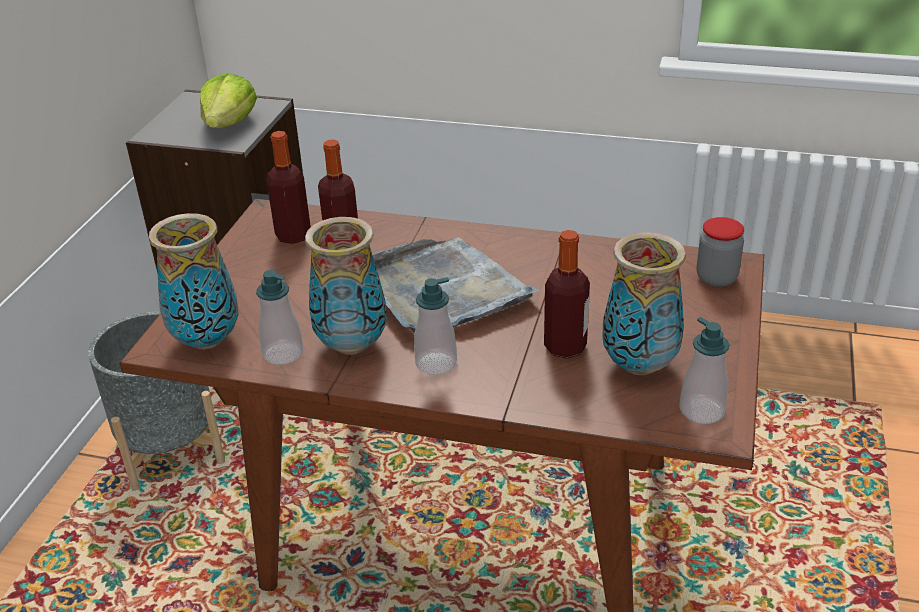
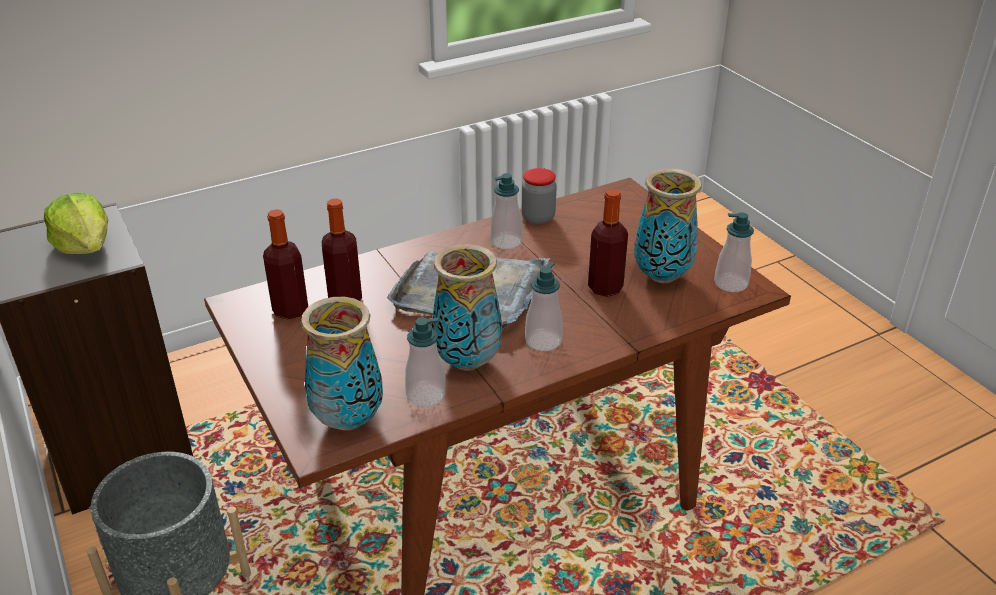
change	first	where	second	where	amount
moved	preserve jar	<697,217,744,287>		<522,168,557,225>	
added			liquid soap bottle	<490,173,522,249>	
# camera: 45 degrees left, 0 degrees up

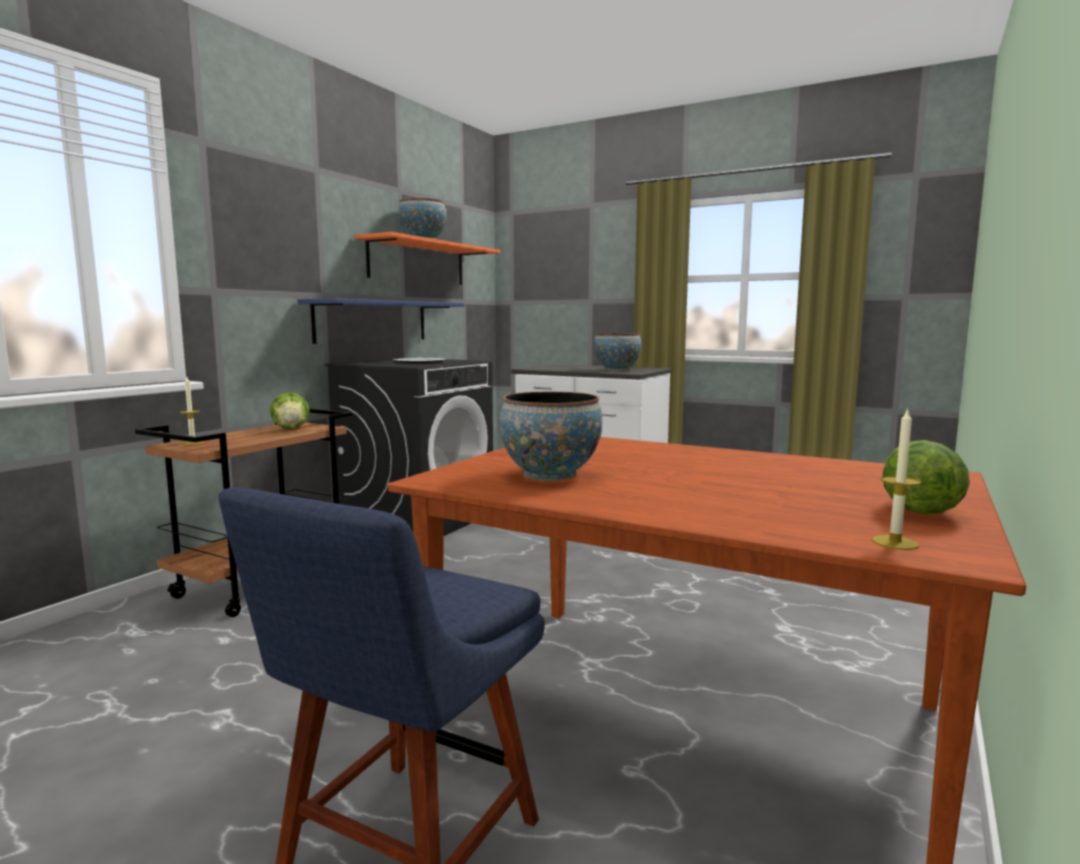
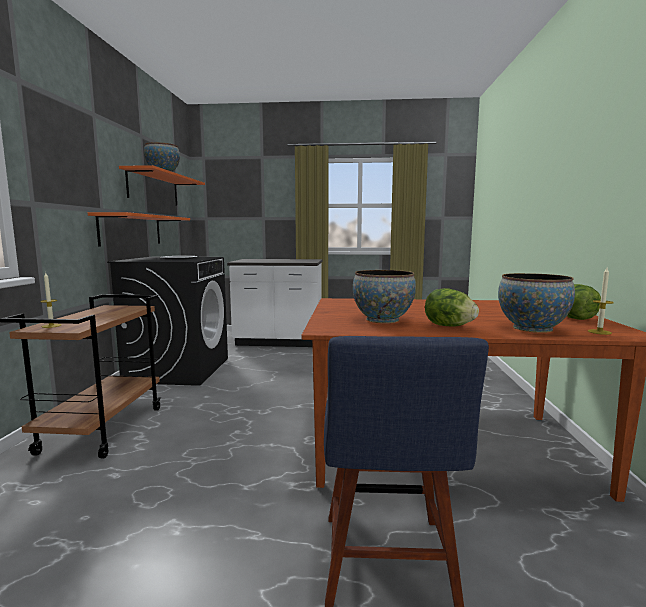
change	first	where	second	where	amount
moved	lettuce	<270,392,310,429>		<425,288,479,327>	
recoloured	blue shelf	<297,298,464,344>	orange-coloured shelf	<88,212,190,246>	
moved	bowl	<594,333,641,371>		<498,273,575,333>	
# camera: 25 degrees left, 0 degrees up

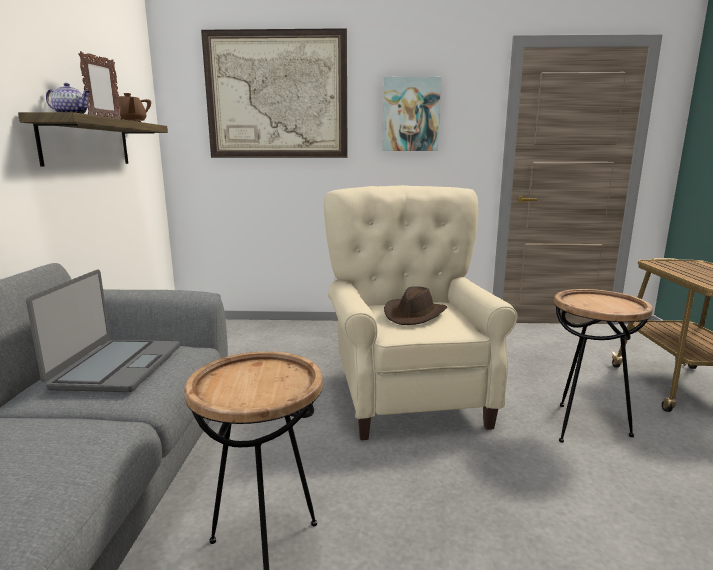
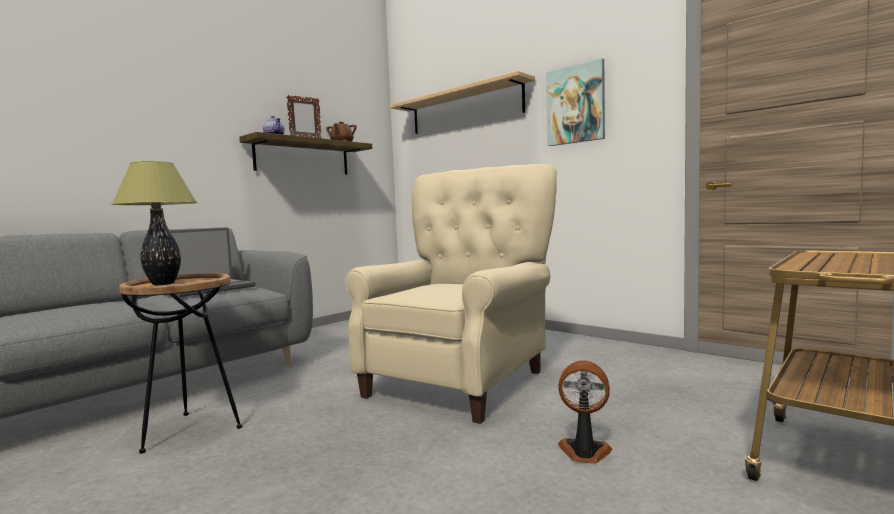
change	first	where	second	where	amount
replaced	picture	<201,28,348,158>	shelf	<390,71,535,134>	
removed	brown hat	<384,286,447,325>			
replaced	brown side table	<554,289,653,443>	cooling fan	<558,360,612,464>	
added			lamp for a table	<111,161,197,285>	
# camera: 40 degrees right, 10 degrees down

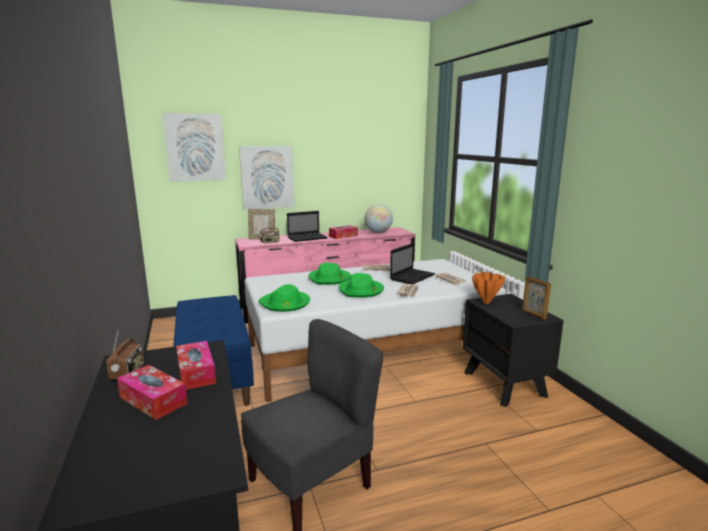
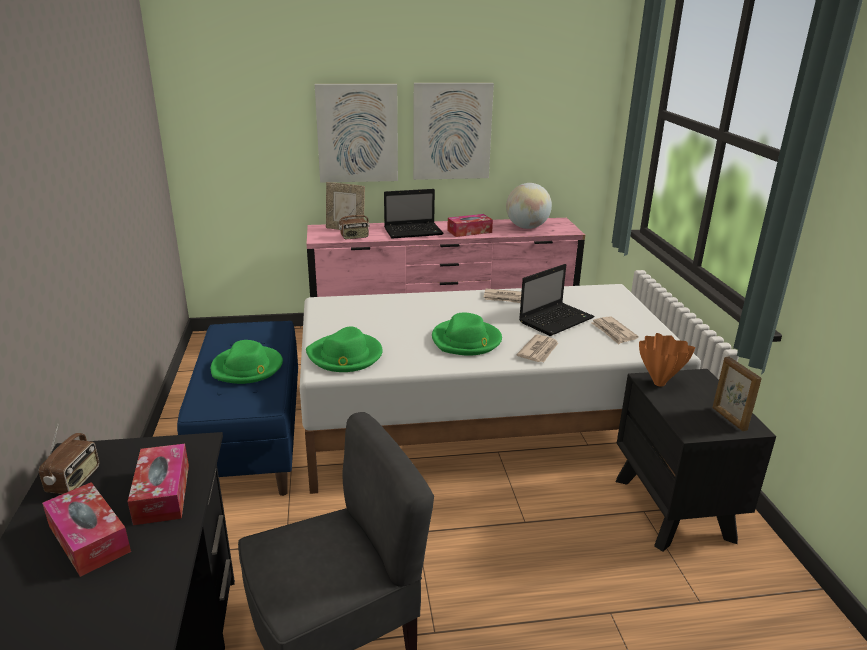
change	first	where	second	where	amount
moved	picture	<162,113,226,182>		<413,83,494,180>	
moved	greenish hat	<309,263,351,285>		<211,340,283,384>	
# camera: 10 degrees right, 10 degrees up

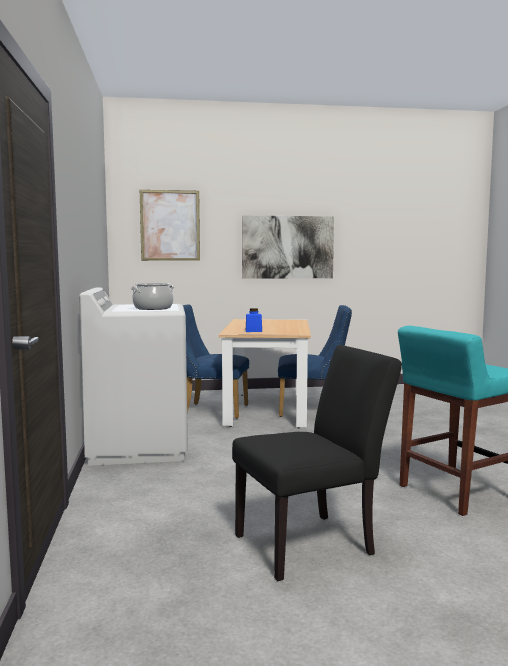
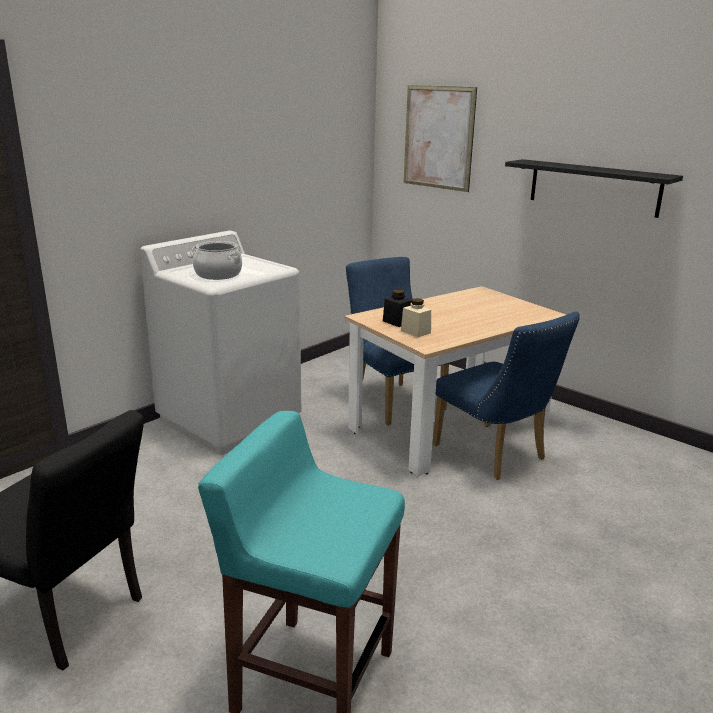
change	first	where	second	where	amount
replaced	picture	<242,215,334,279>	black-coloured shelf	<505,159,683,218>	
recoloured	blue preserve jar	<246,308,262,332>	black-coloured preserve jar	<383,290,412,327>	
added			beige-coloured preserve jar	<401,298,431,337>	
# camera: 50 degrees right, 15 degrees up

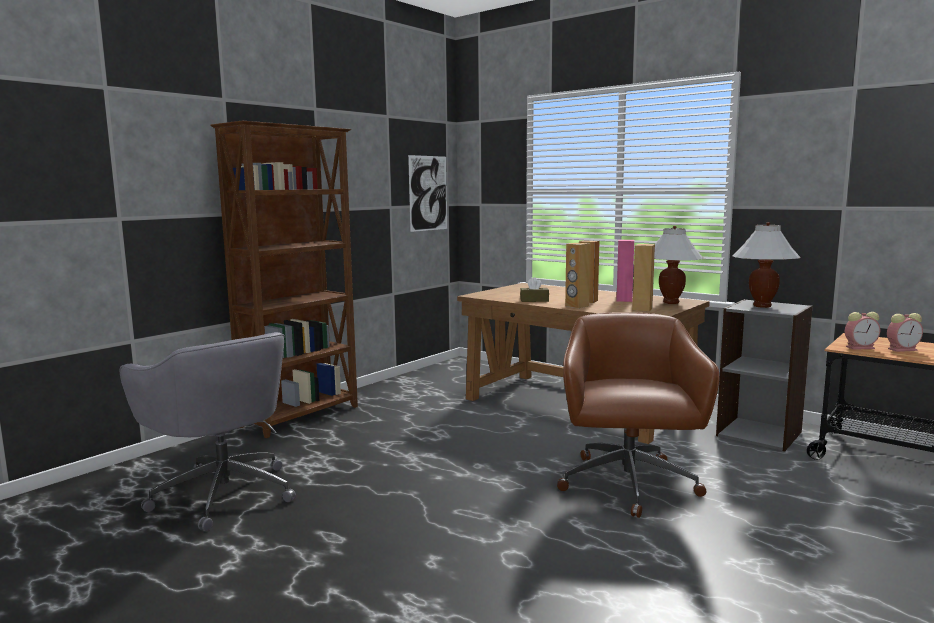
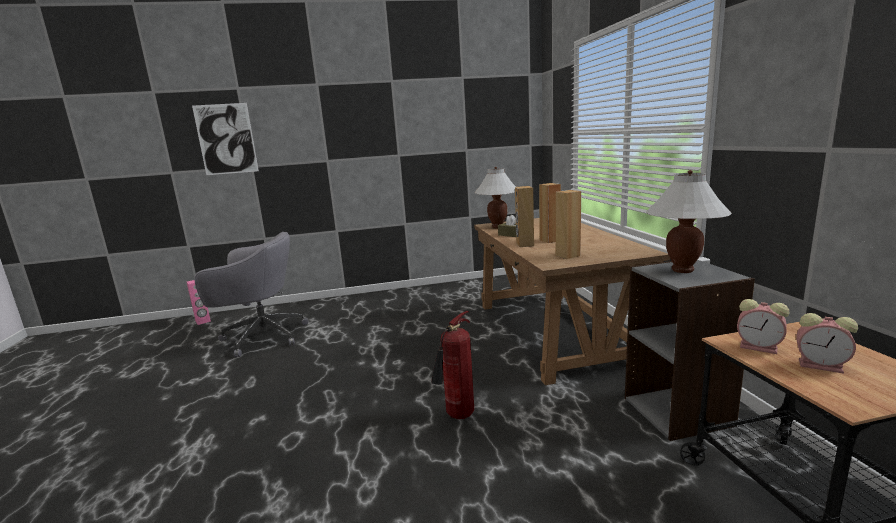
change	first	where	second	where	amount
turned	gray computer chair	<120,332,296,531>		<194,232,308,357>	90 degrees counterclockwise
removed	brown shelving unit	<210,121,358,438>			
moved	picture	<408,155,447,232>		<192,103,259,175>	
replaced	brown computer chair	<557,312,719,518>	fire extinguisher	<431,311,474,419>	
moved	pinkish audio speaker	<616,240,634,302>		<187,280,211,325>	
moved	white-coloured lamp for a table	<654,226,704,304>		<474,167,516,228>	
# camera: 40 degrees right, 5 degrees up

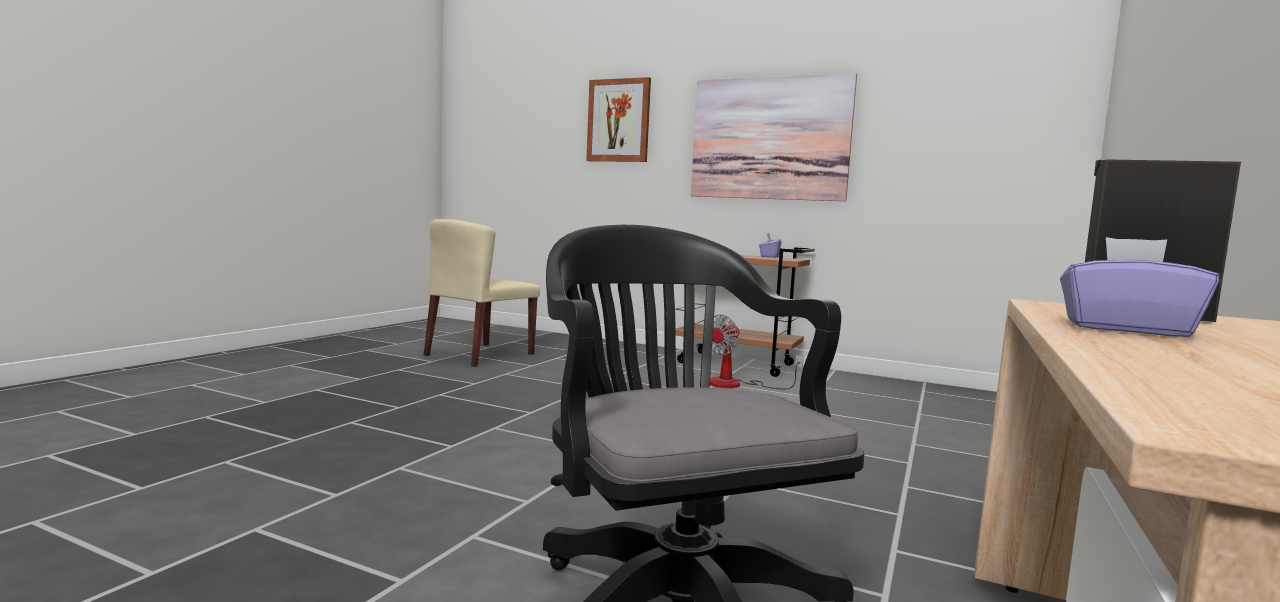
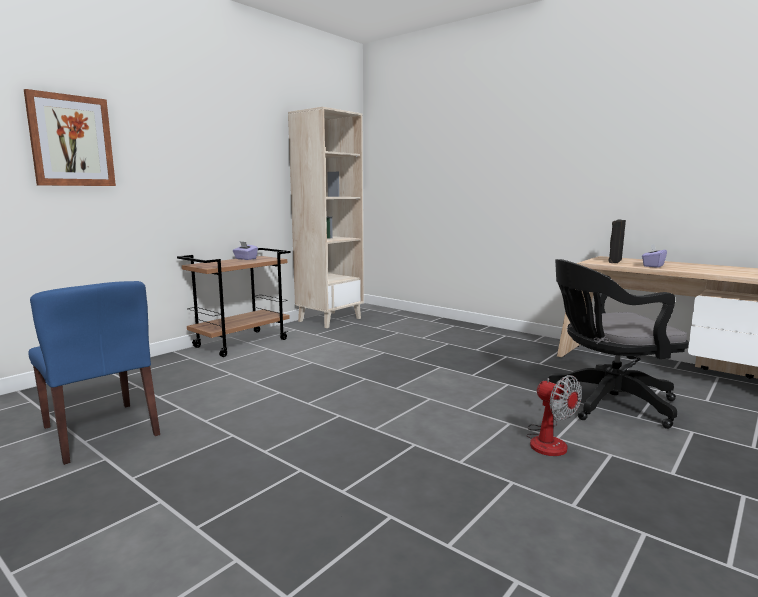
change	first	where	second	where	amount
recoloured	beige-coloured chair	<424,219,540,367>	blue chair	<28,281,160,465>	
removed	picture	<691,73,857,201>			
moved	cooling fan	<703,314,804,390>		<526,375,582,456>	
added			beige-coloured shelving unit	<288,107,364,328>	
# camera: 75 degrees left, 5 degrees up

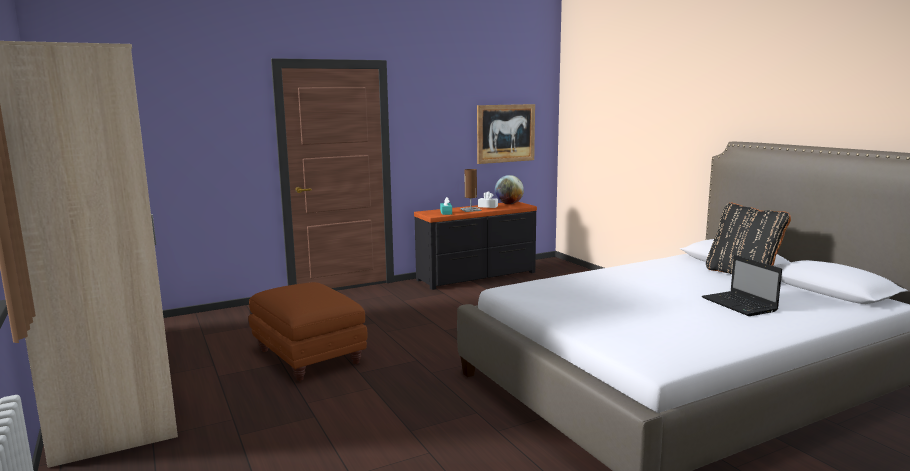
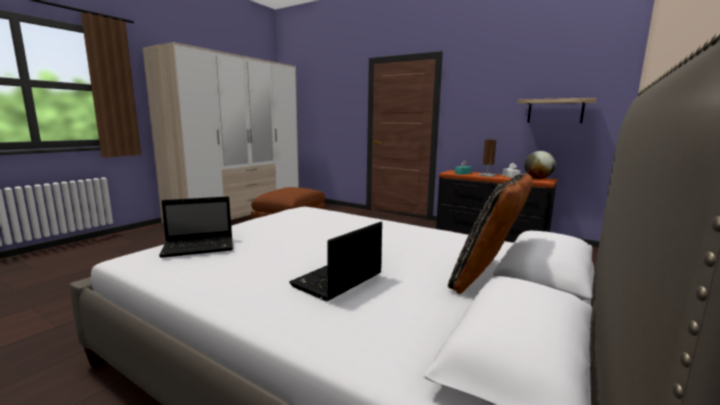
change	first	where	second	where	amount
replaced	picture	<477,104,535,164>	shelf	<518,98,596,123>	
added			portable computer	<159,196,233,258>	
# camera: 60 degrees right, 0 degrees up

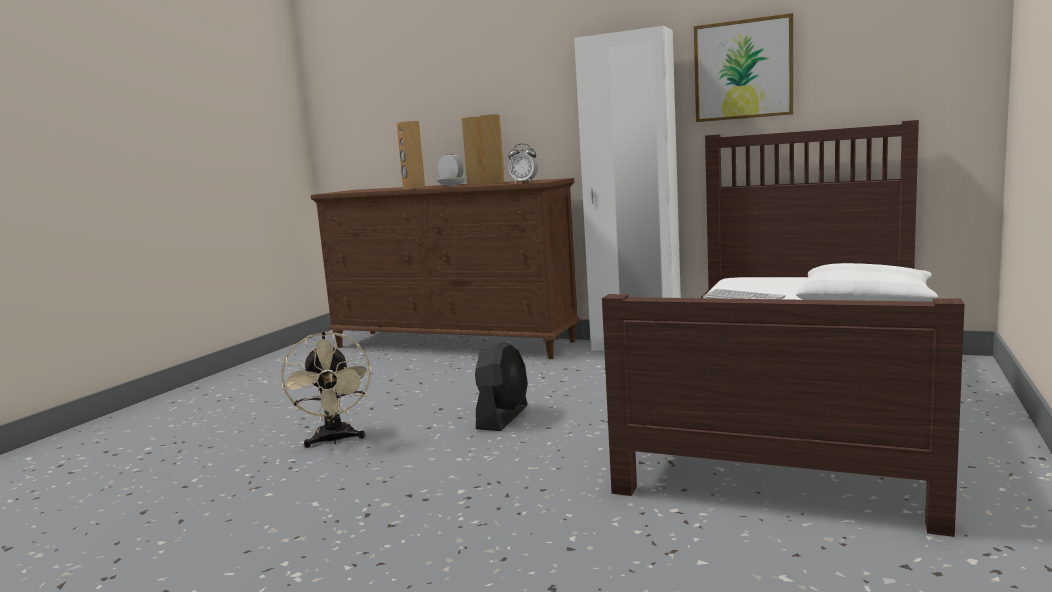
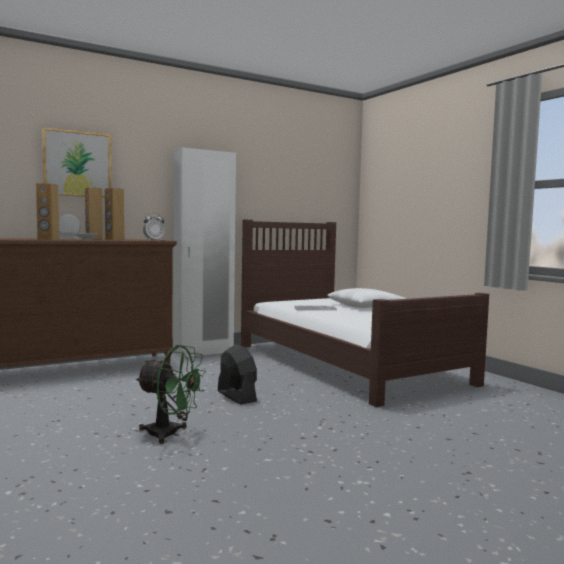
change	first	where	second	where	amount
recoloured	beige-coloured cooling fan	<282,331,371,448>	greenish cooling fan	<136,345,206,444>	
moved	picture	<694,13,794,122>		<42,127,111,198>	
# camera: 55 degrees left, 5 degrees down

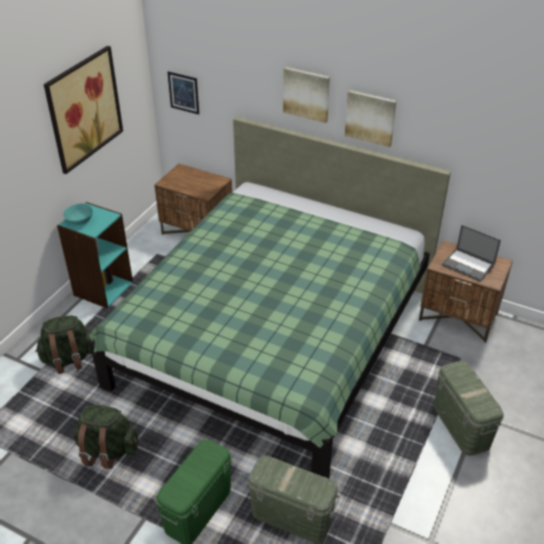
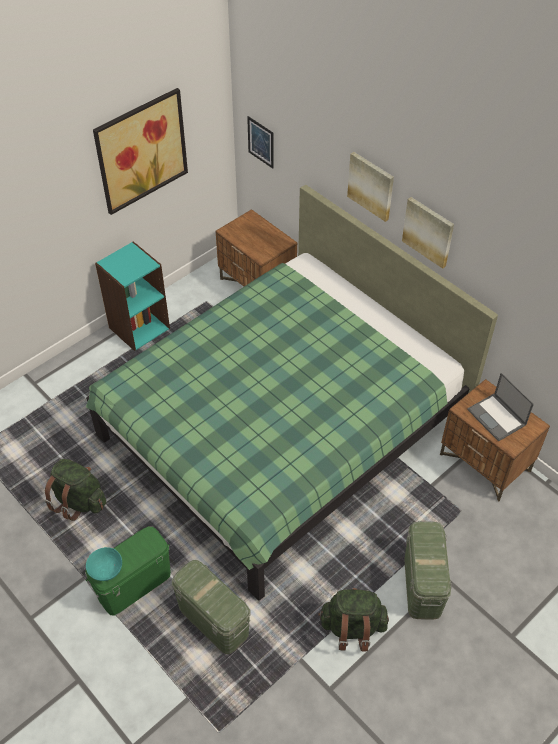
change	first	where	second	where	amount
moved	greenish rucksack	<35,316,93,374>		<318,588,389,652>	
moved	turquoise-coloured bowl	<63,203,93,225>		<86,547,122,581>	
# camera: 20 degrees right, 10 degrees up

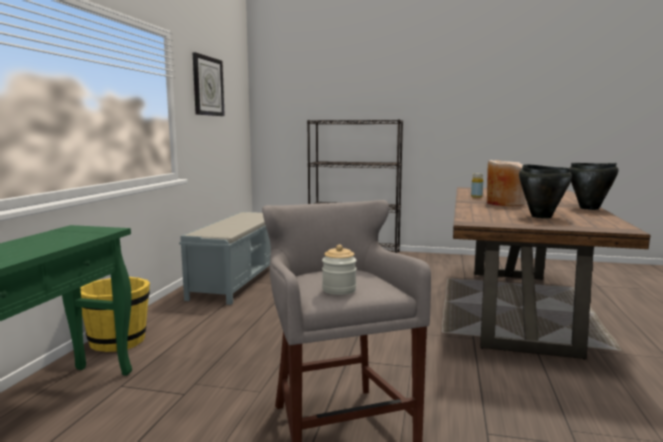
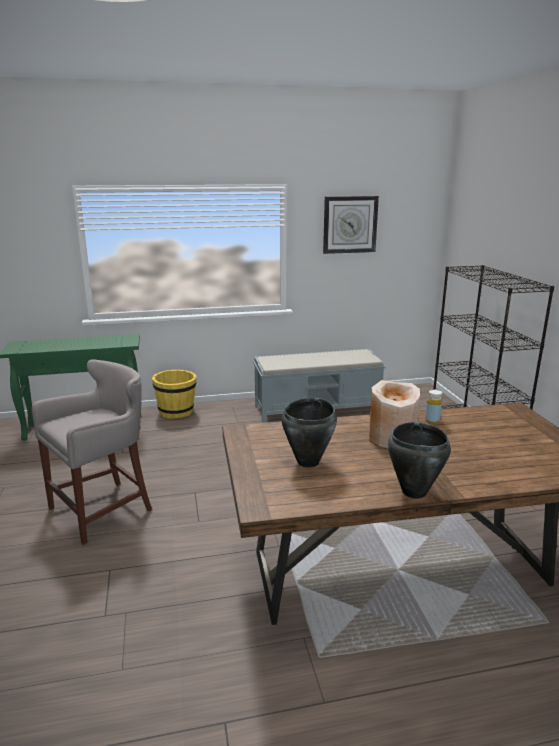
change	first	where	second	where	amount
removed	preserve jar	<322,245,357,295>			
# camera: 65 degrees right, 10 degrees up

